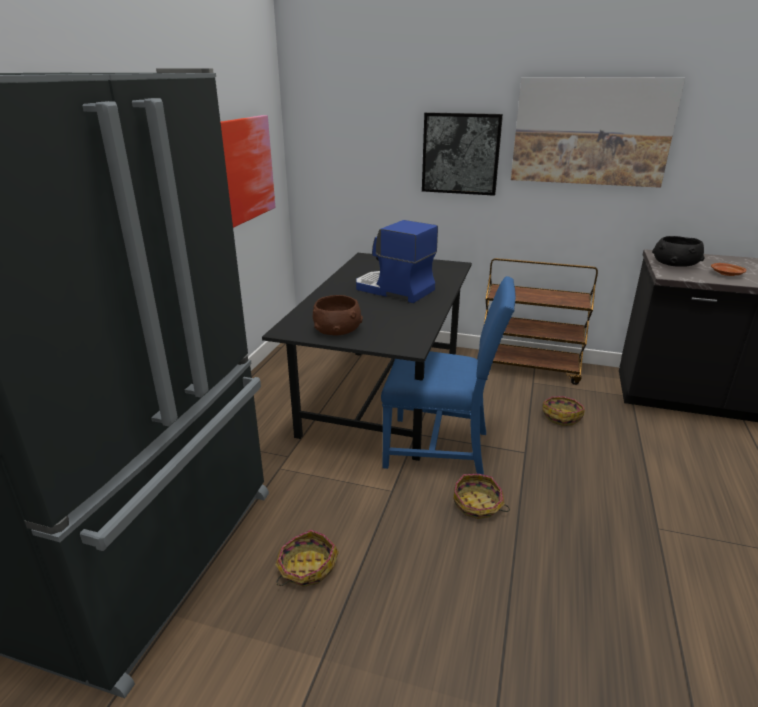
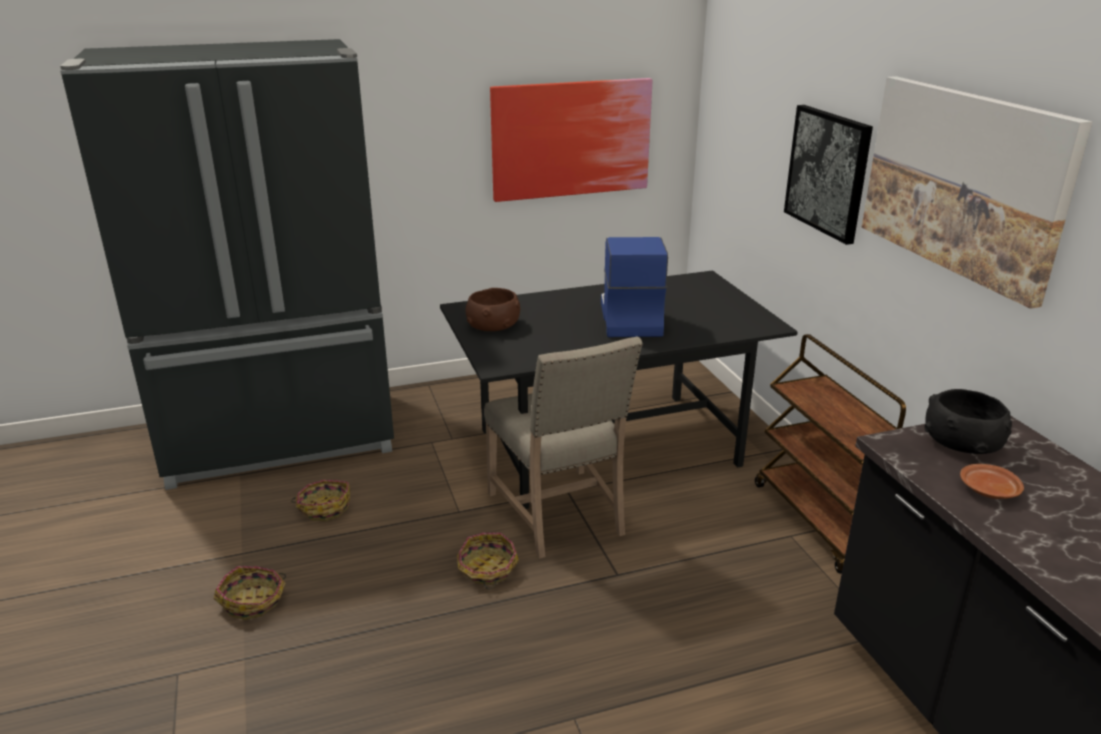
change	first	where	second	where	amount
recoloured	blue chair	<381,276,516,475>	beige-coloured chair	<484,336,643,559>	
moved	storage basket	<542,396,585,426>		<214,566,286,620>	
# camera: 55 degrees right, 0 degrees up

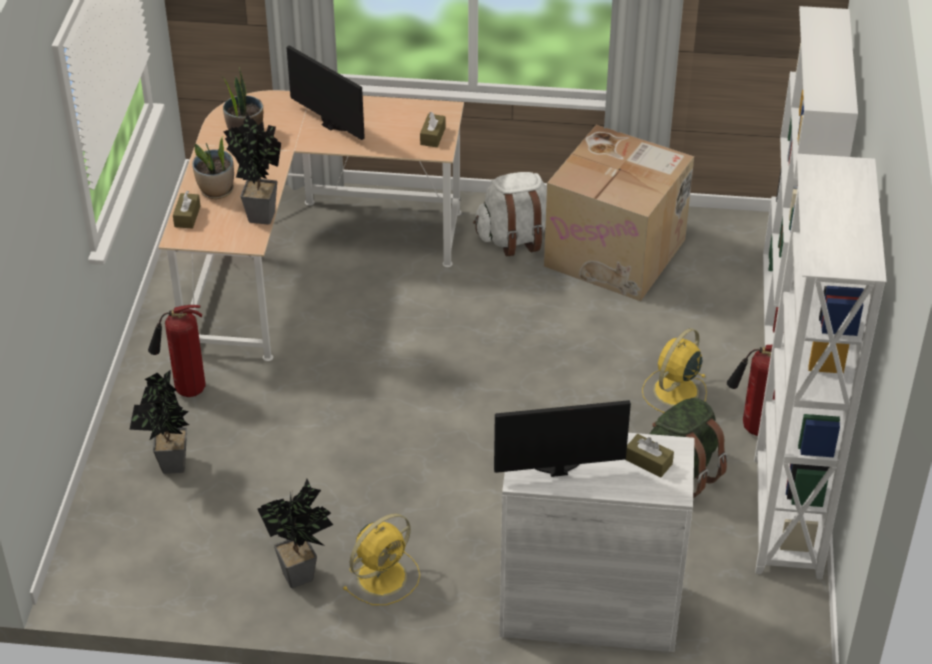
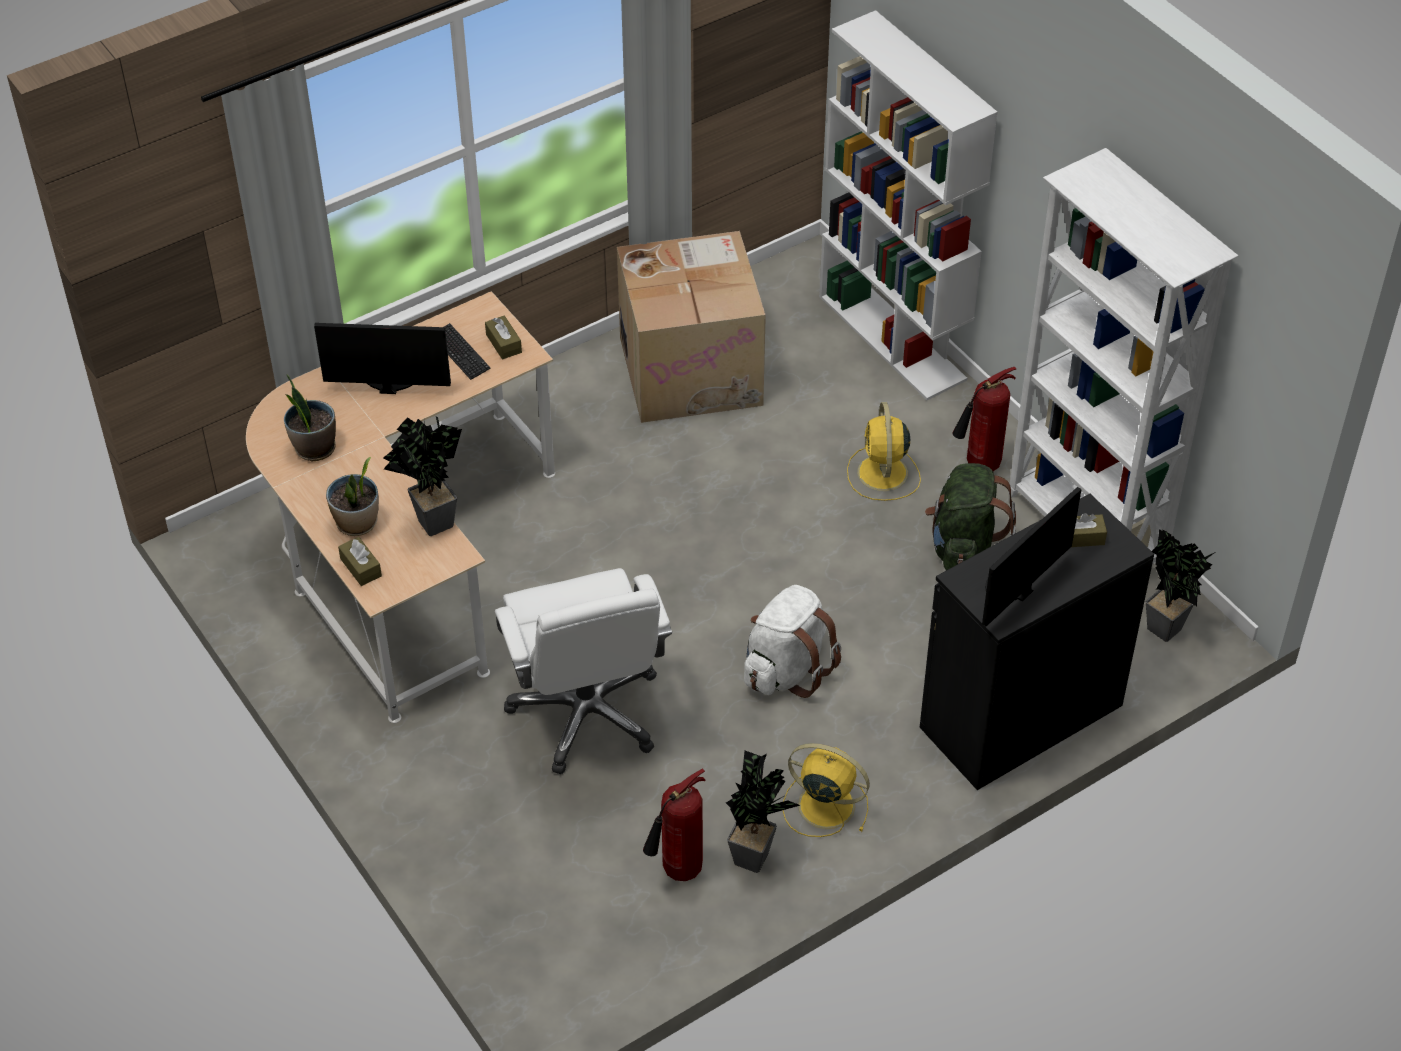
change	first	where	second	where	amount
moved	houseplant	<129,371,189,474>		<1146,529,1217,642>	
moved	fire extinguisher	<148,305,206,397>		<643,768,706,881>	
turned	yellow-coloured cooling fan	<343,513,420,605>		<783,743,870,837>	75 degrees counterclockwise
moved	white-coloured rucksack	<473,172,547,256>		<744,585,841,698>	
recoloured	white-coloured cupboard	<499,433,695,652>	black-coloured cupboard	<920,494,1154,790>	
added			computer keyboard	<444,323,490,380>	
added			white-coloured computer chair	<495,568,672,774>	
# camera: 40 degrees left, 5 degrees up

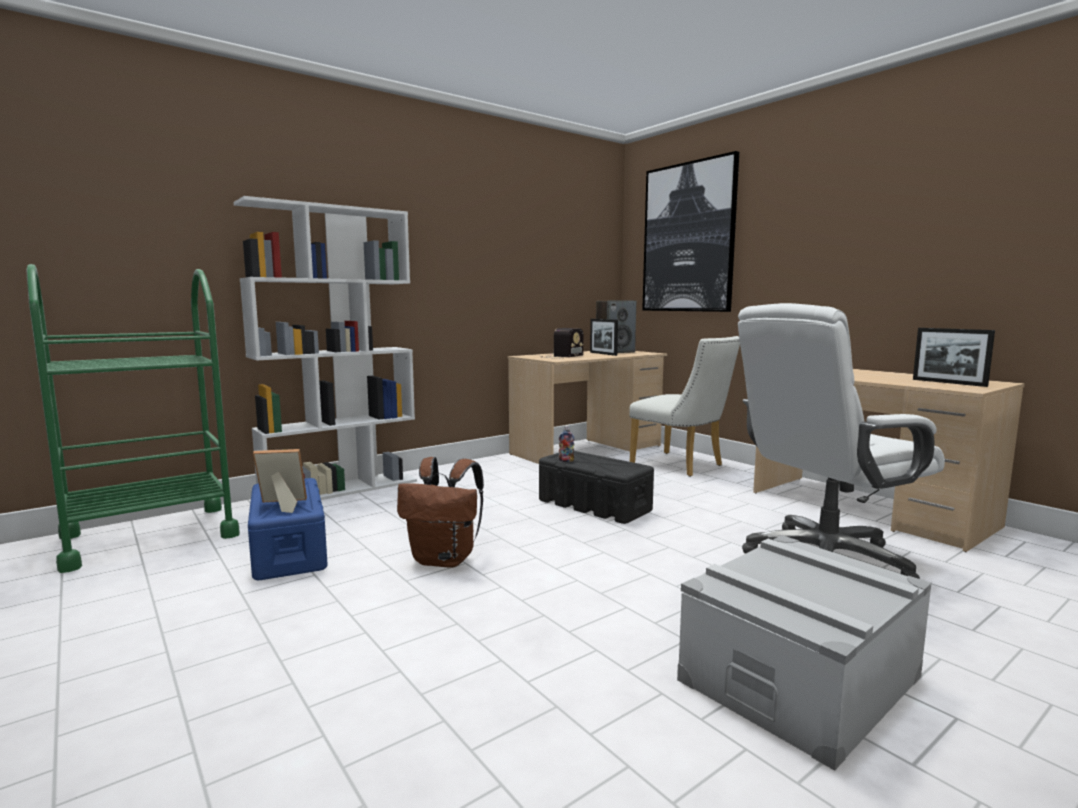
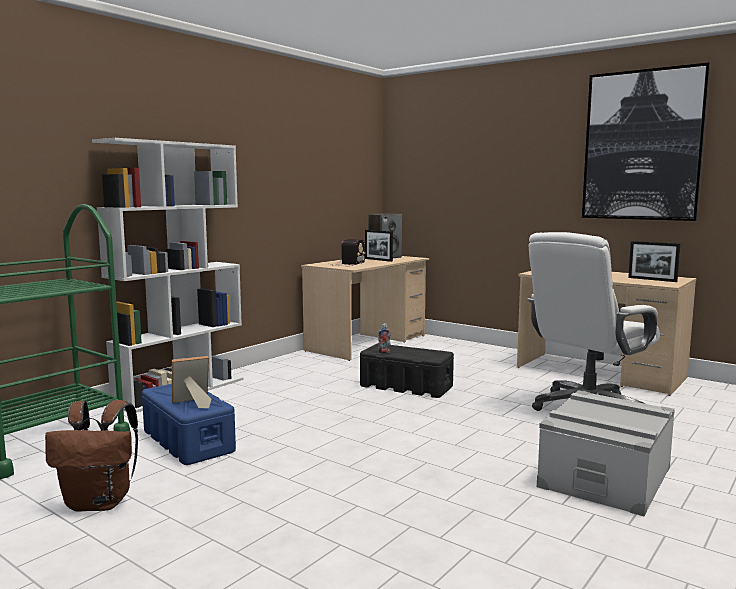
change	first	where	second	where	amount
moved	brown rucksack	<397,457,484,568>		<45,400,138,512>	
removed	white-coloured chair	<629,336,740,477>			
moved	picture	<642,151,739,312>		<582,63,710,221>	
# camera: 15 degrees left, 0 degrees up

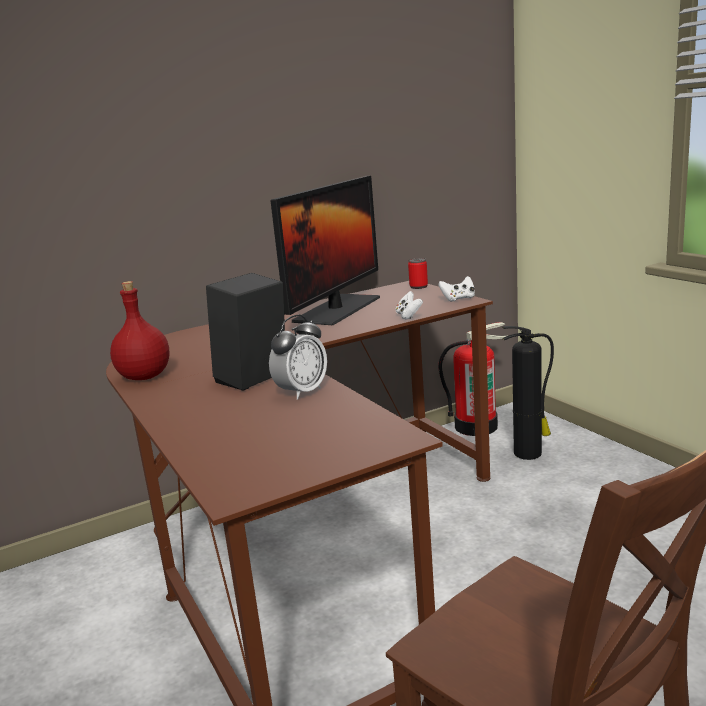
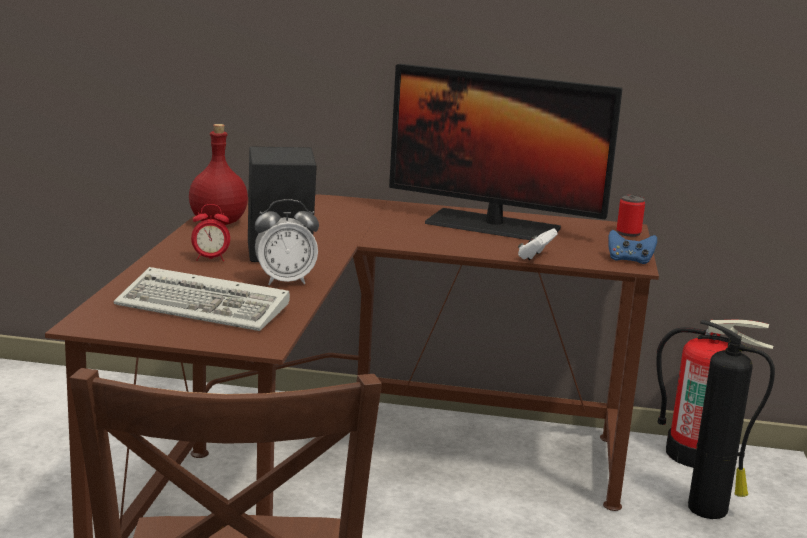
change	first	where	second	where	amount
turned	computer display	<270,176,380,325>		<389,64,623,240>	45 degrees clockwise
recoloured	white-coloured game controller	<438,276,475,302>	blue game controller	<608,230,657,264>	
added			computer keyboard	<114,267,290,331>	
added			alarm clock	<191,204,230,261>	
# camera: 35 degrees right, 0 degrees up

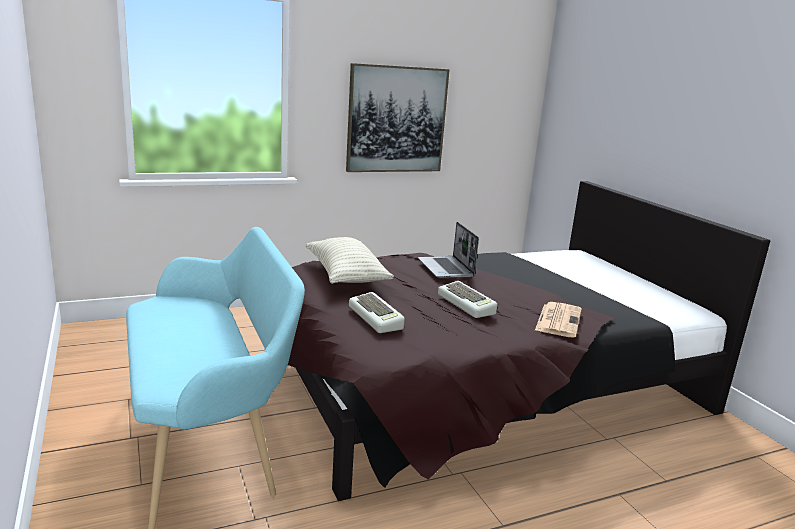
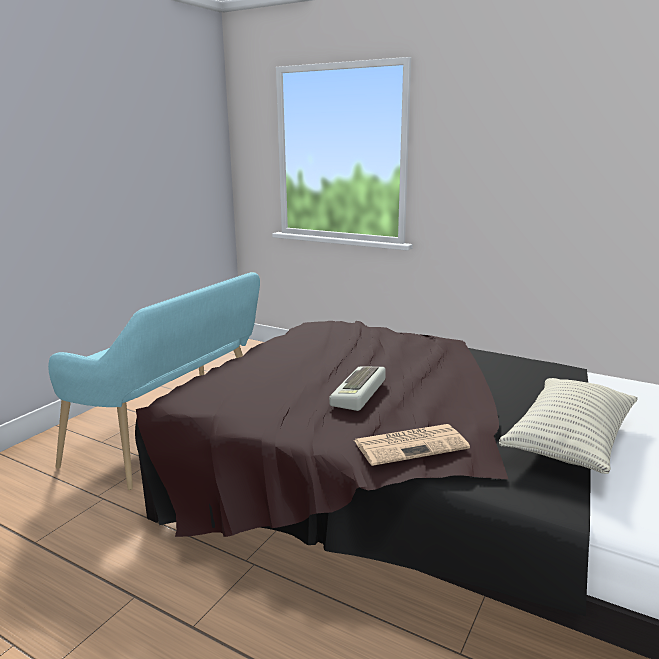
change	first	where	second	where	amount
moved	throw pillow	<305,237,394,284>		<499,378,638,474>	
removed	picture	<346,63,450,172>			
removed	computer keyboard	<349,292,405,333>			
removed	portable computer	<418,222,479,278>			
# camera: 55 degrees right, 0 degrees up

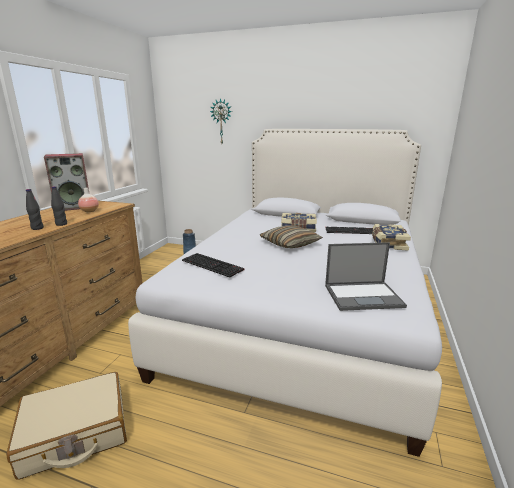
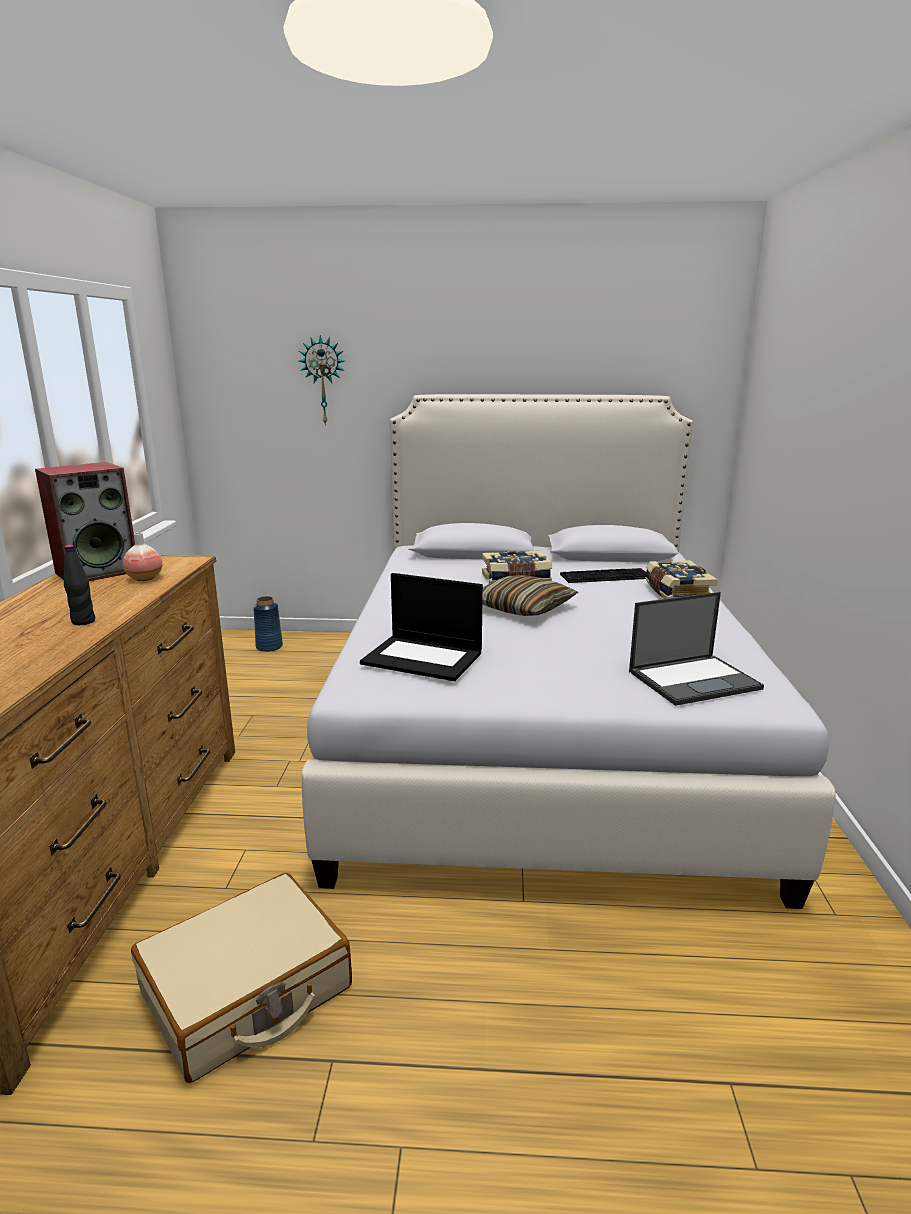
change	first	where	second	where	amount
removed	black-coloured beverage bottle	<51,186,67,226>			
replaced	computer keyboard	<182,253,244,278>	portable computer	<360,573,483,681>	
# camera: 15 degrees left, 0 degrees up

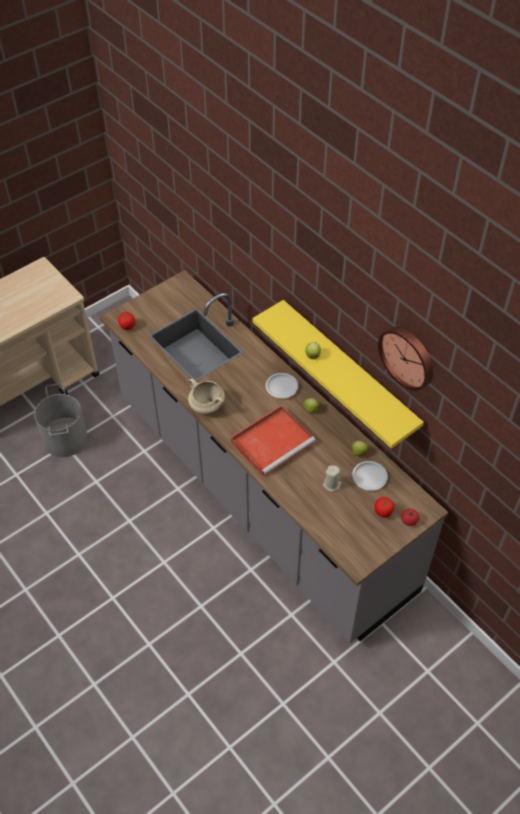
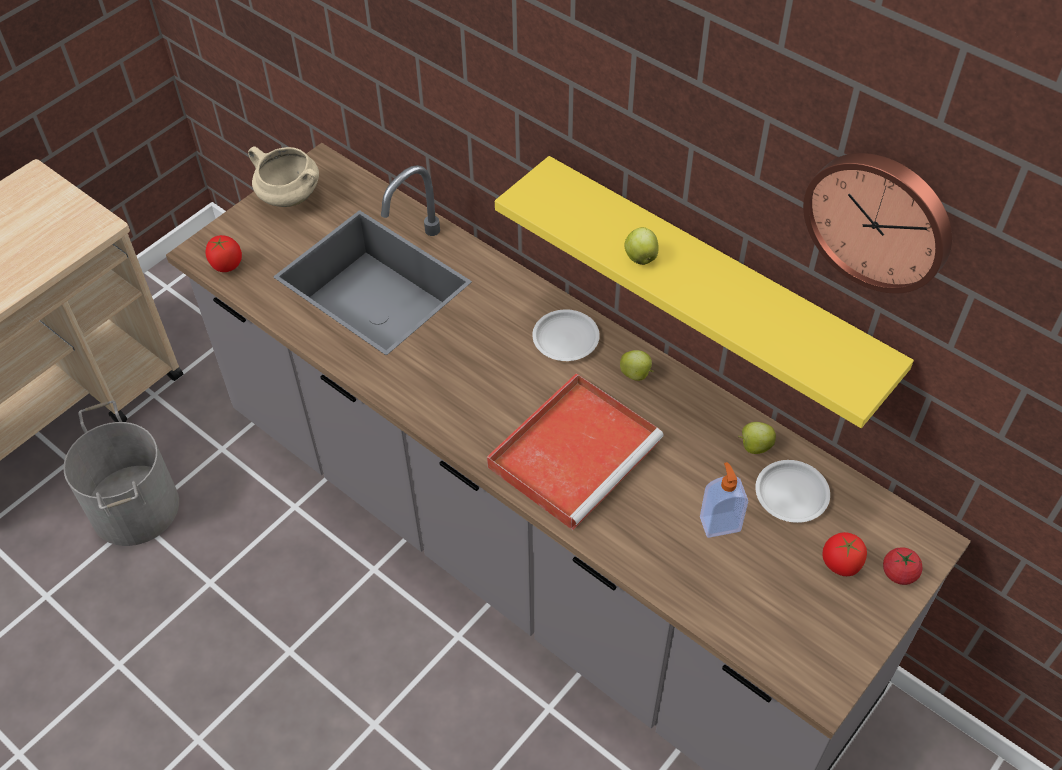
change	first	where	second	where	amount
moved	beige-coloured saucepot	<188,379,225,414>		<248,146,319,207>	
replaced	beige-coloured wax light	<323,466,341,492>	liquid soap bottle	<700,462,748,538>	
# camera: 10 degrees left, 0 degrees up

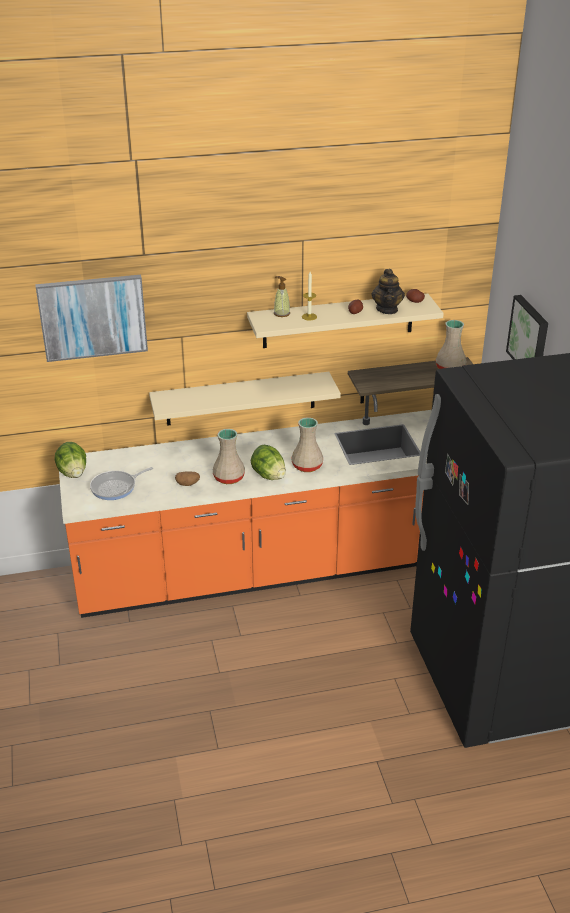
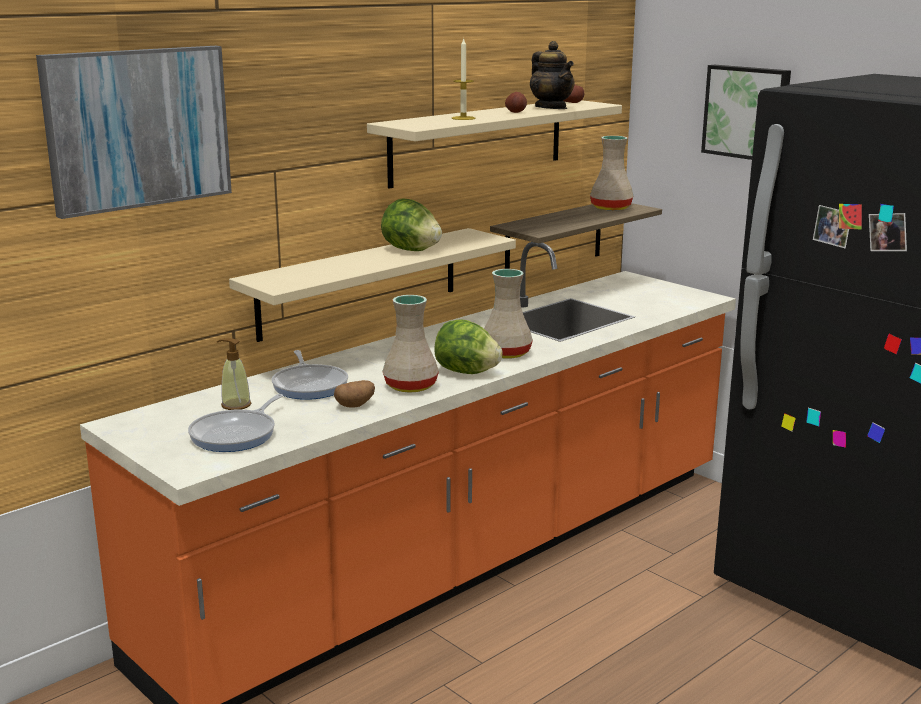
change	first	where	second	where	amount
moved	lettuce	<54,442,86,478>		<381,198,442,251>	
moved	liquid soap bottle	<274,276,290,317>		<217,338,251,410>	
added			frying pan	<272,350,348,400>	
# camera: 30 degrees left, 15 degrees down

